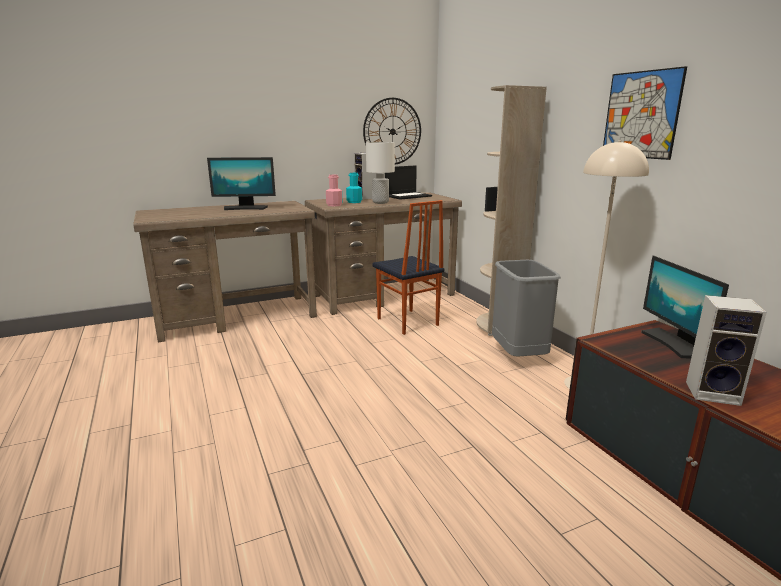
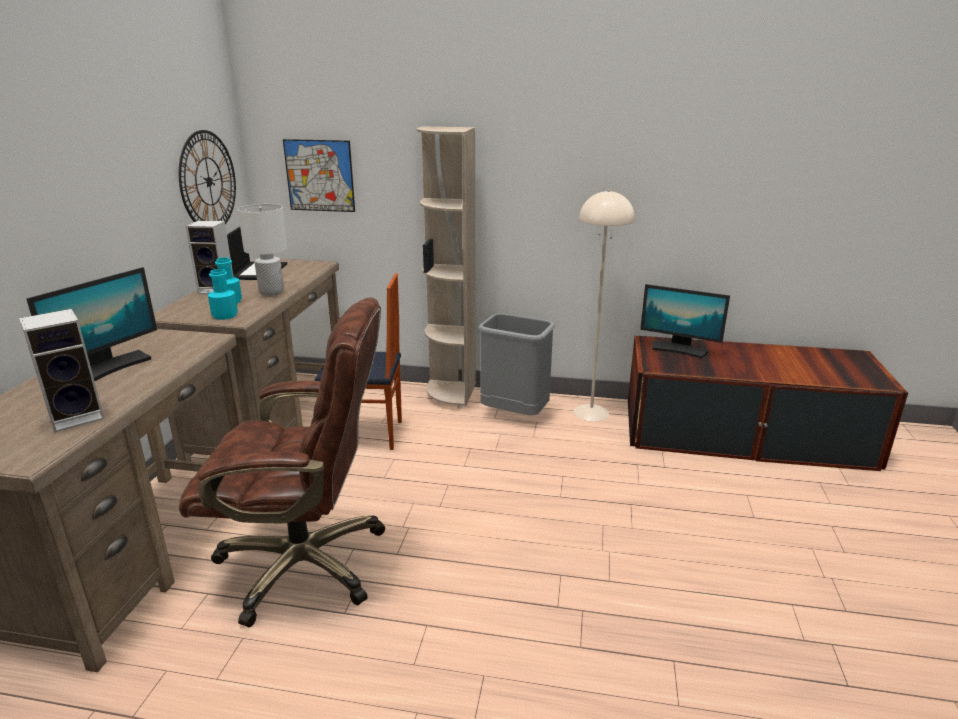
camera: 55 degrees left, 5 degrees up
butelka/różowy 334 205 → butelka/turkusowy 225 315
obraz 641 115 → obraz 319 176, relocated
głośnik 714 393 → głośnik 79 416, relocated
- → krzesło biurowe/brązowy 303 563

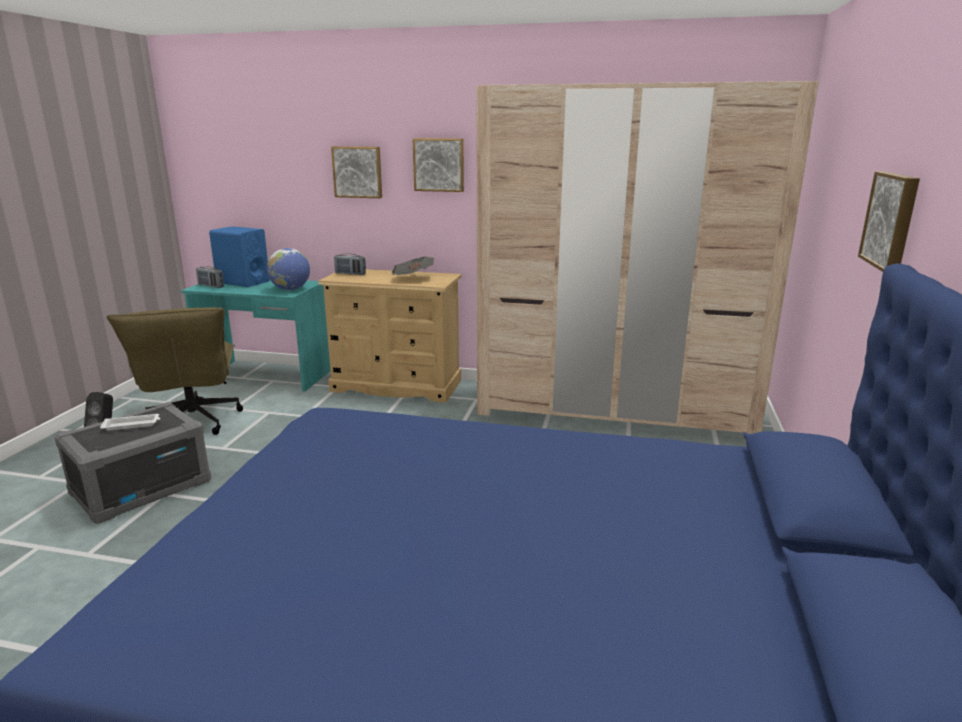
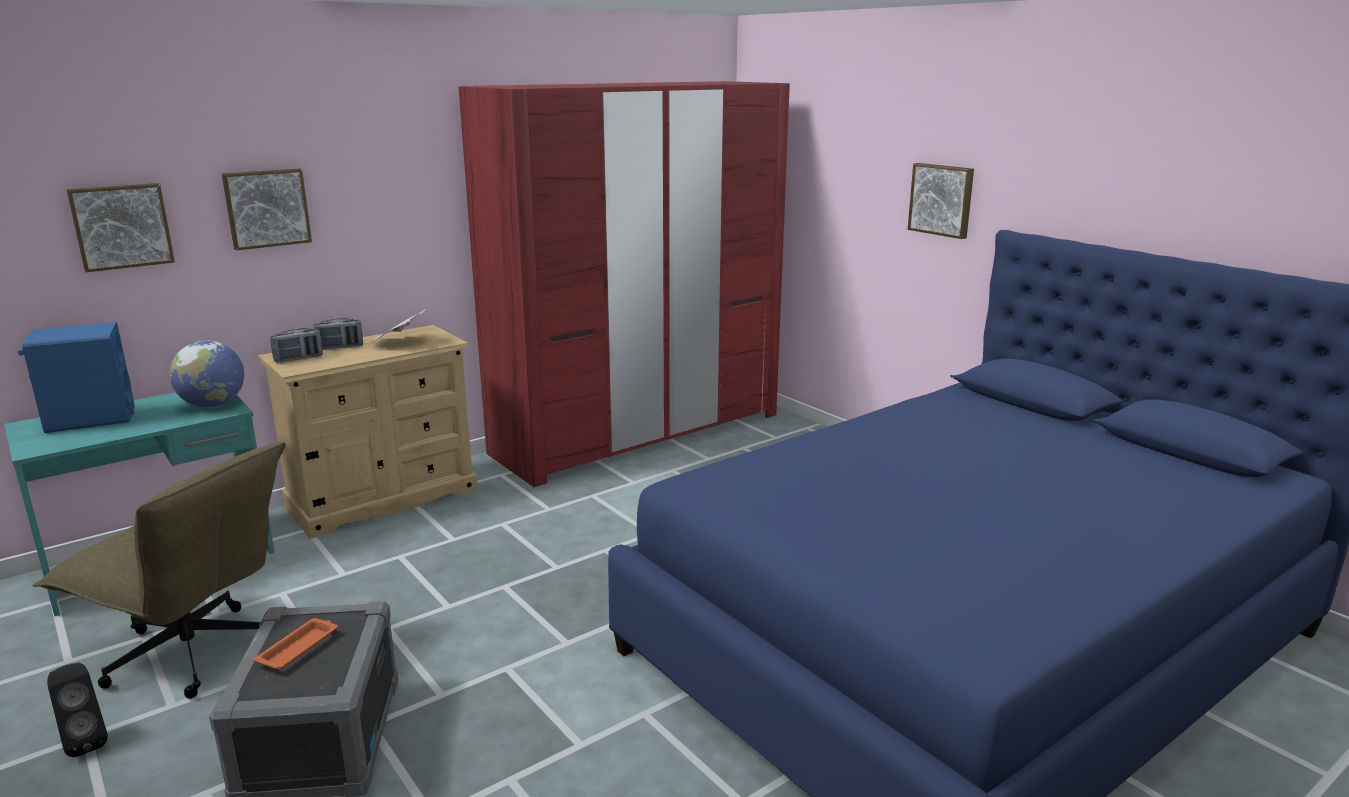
camera: 50 degrees left, 0 degrees up
taca/biały 132 425 → taca/pomarańczowy 299 648
radio 211 286 → radio 340 347, relocated
obraz 439 165 → obraz 121 226, relocated
szafa/beżowy 614 410 → szafa/czerwony 639 433

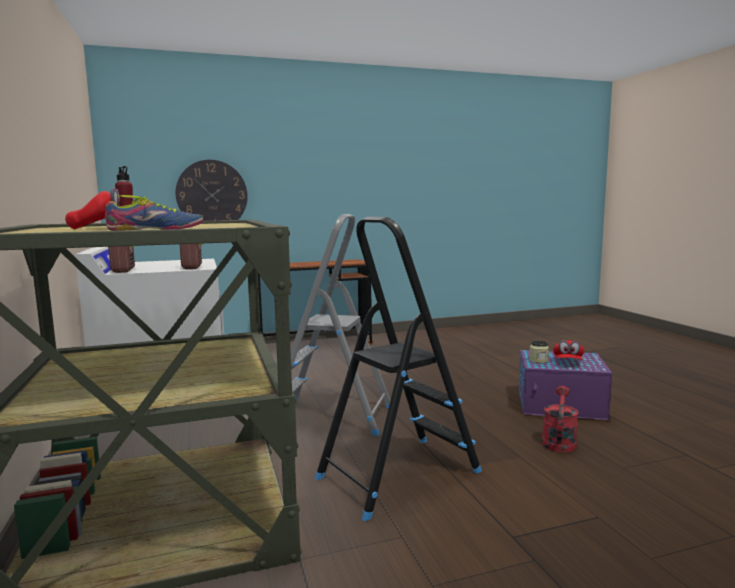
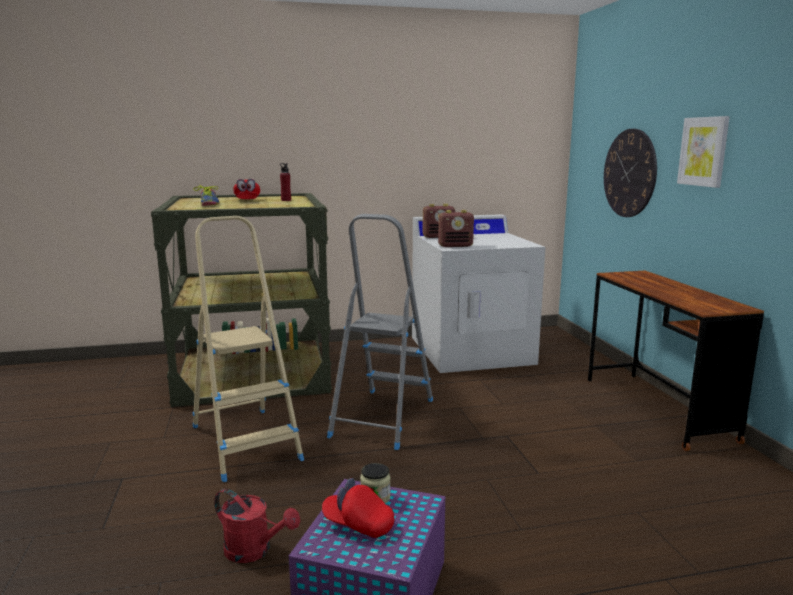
camera: 95 degrees right, 5 degrees up
drabinka/czarny 400 474 → drabinka/beżowy 245 442
- → obraz 703 151

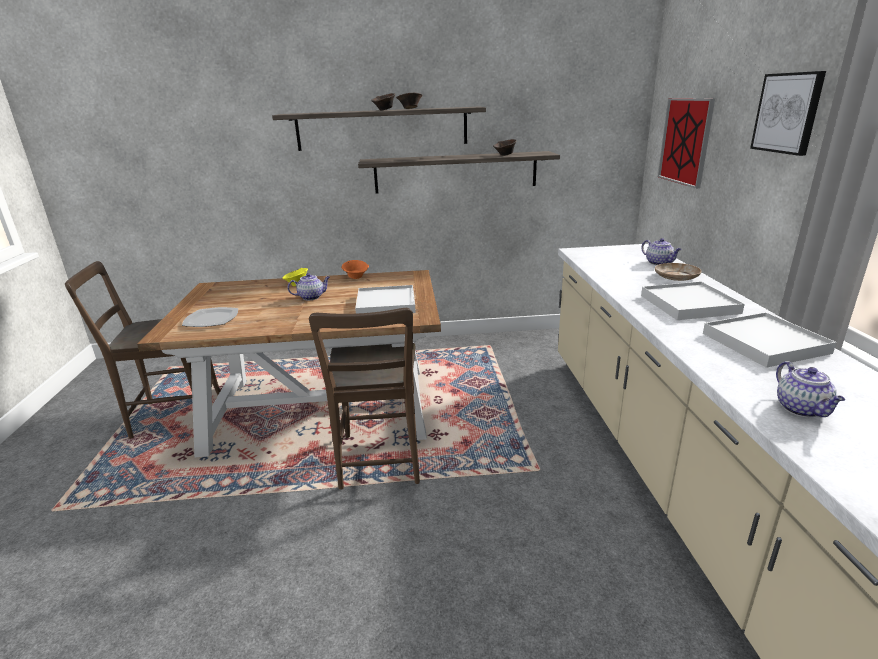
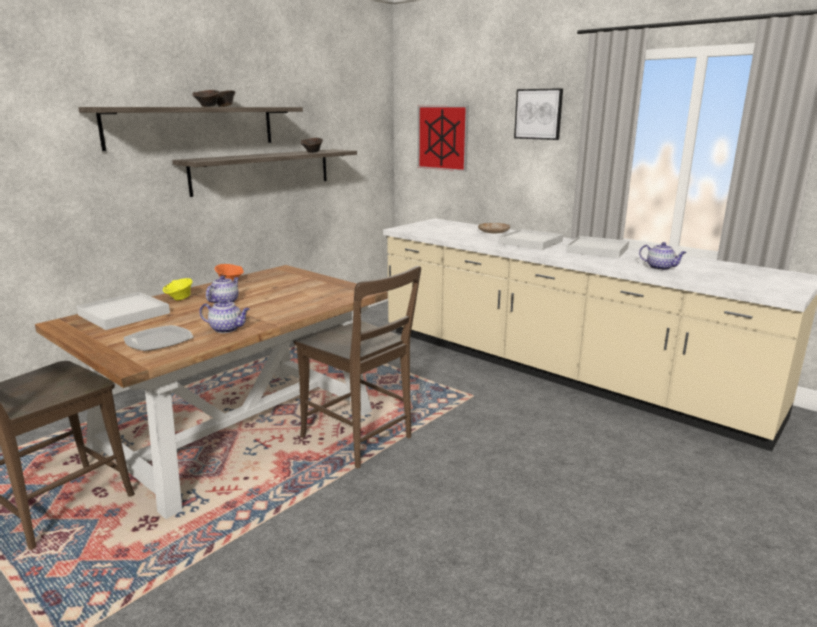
camera: 45 degrees left, 5 degrees down
taca/biały 386 304 → taca/biały 124 314, relocated
imbryk 659 263 → imbryk 227 329, relocated

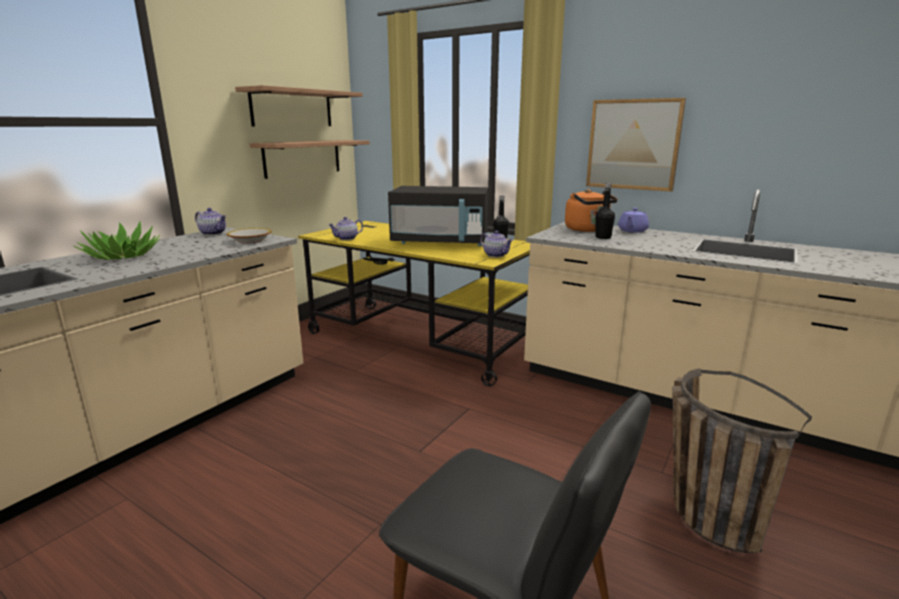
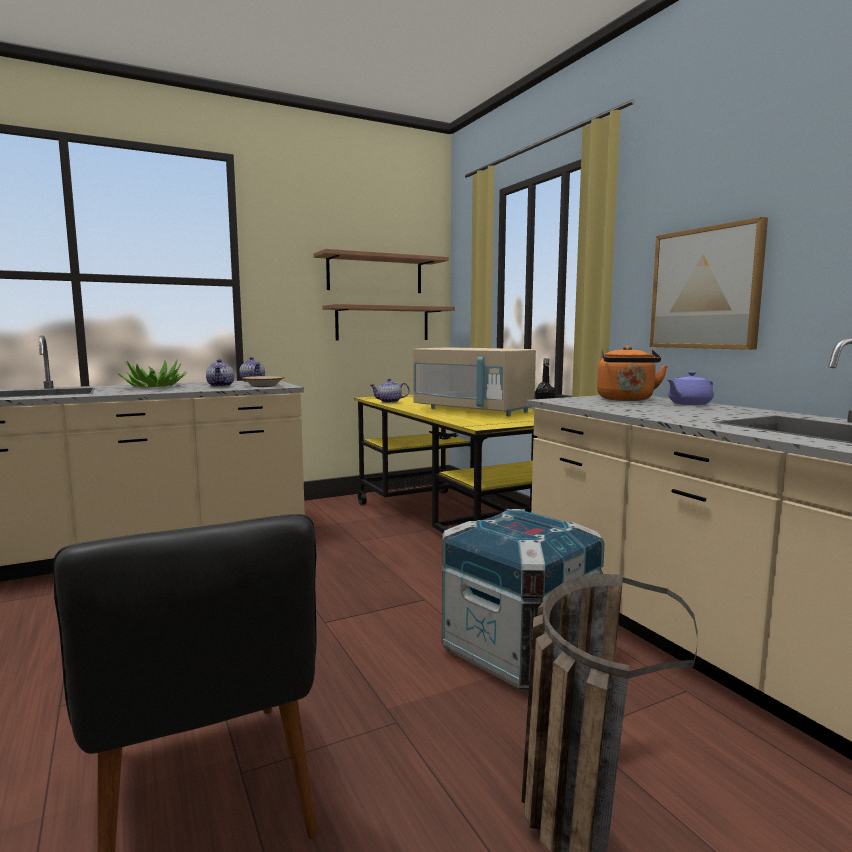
camera: 30 degrees right, 10 degrees down
mikrofalówka/czarny 440 242 → mikrofalówka/beżowy 473 410
imbryk 496 255 → imbryk 221 386, relocated
butelka/czarny 603 237 → -
- → skrzynka 519 652

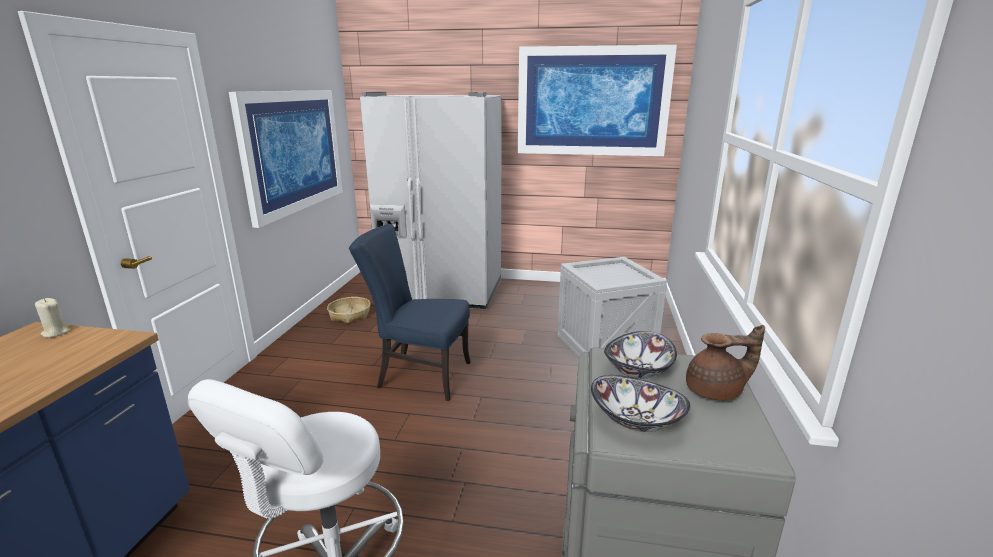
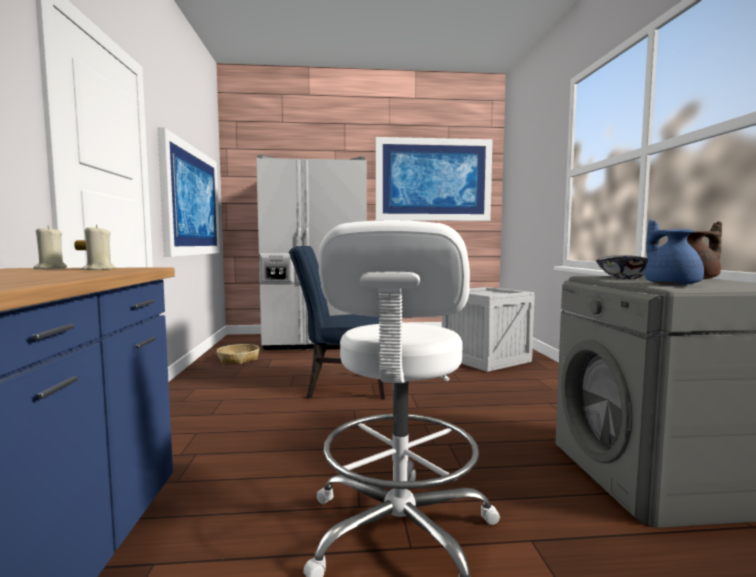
camera: 15 degrees left, 15 degrees down
miska 636 420 → imbryk/niebieski 670 284
- → świeca/beżowy 98 269

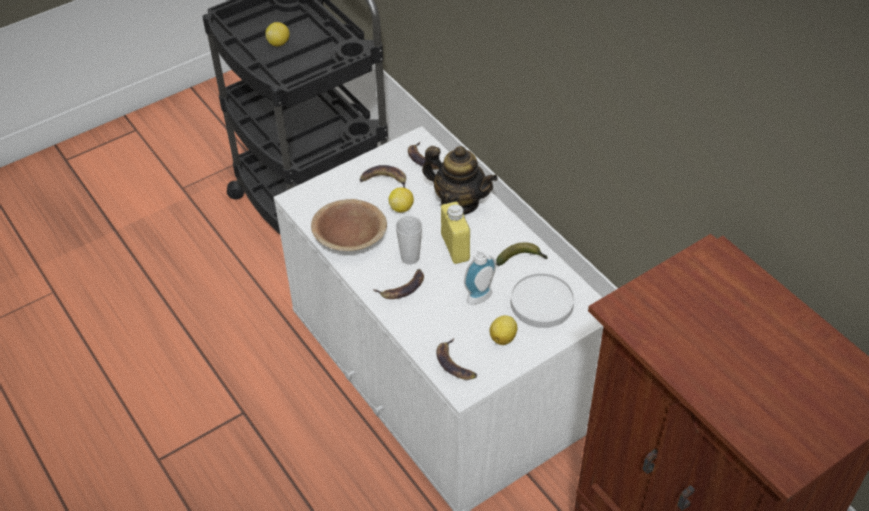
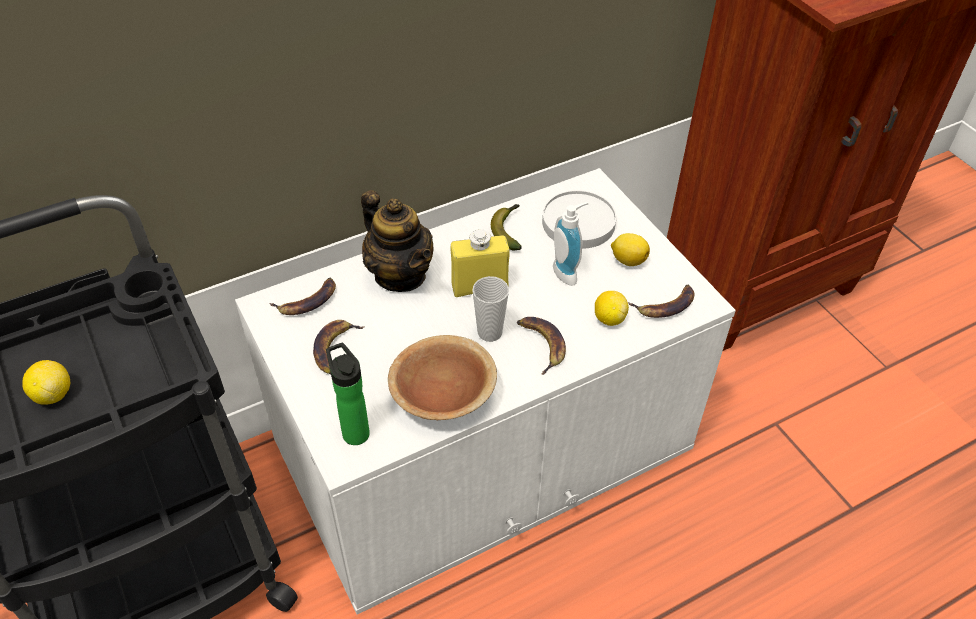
camera: 85 degrees left, 0 degrees up
cytryna 401 208 → cytryna 609 319, relocated
imbryk 459 202 → imbryk 400 275, 105 degrees clockwise
- → butelka 354 431

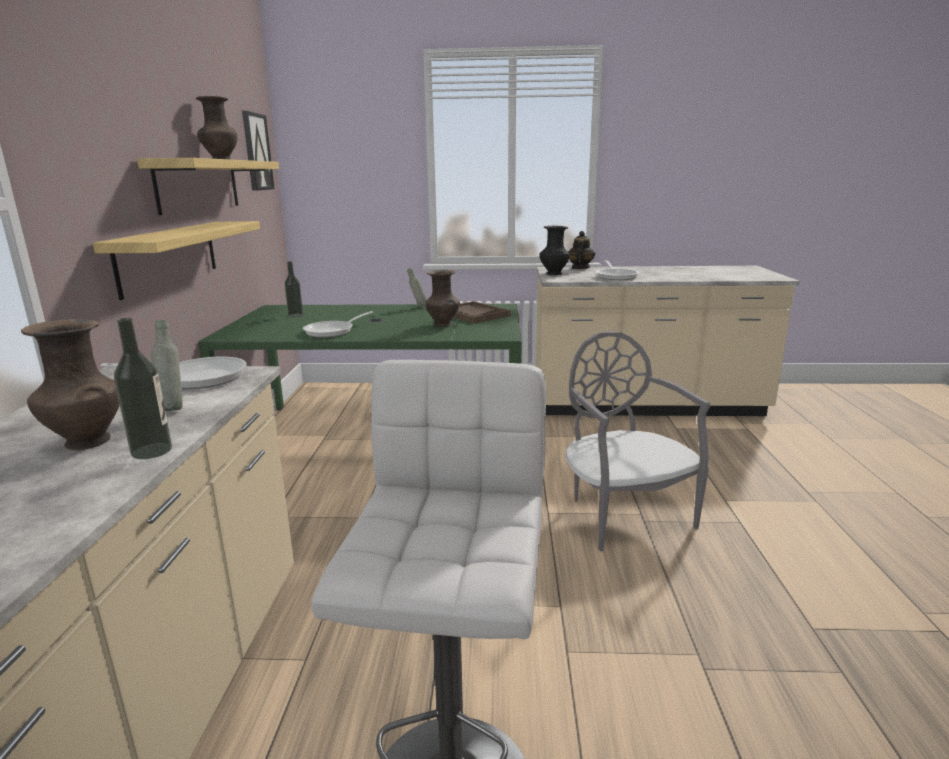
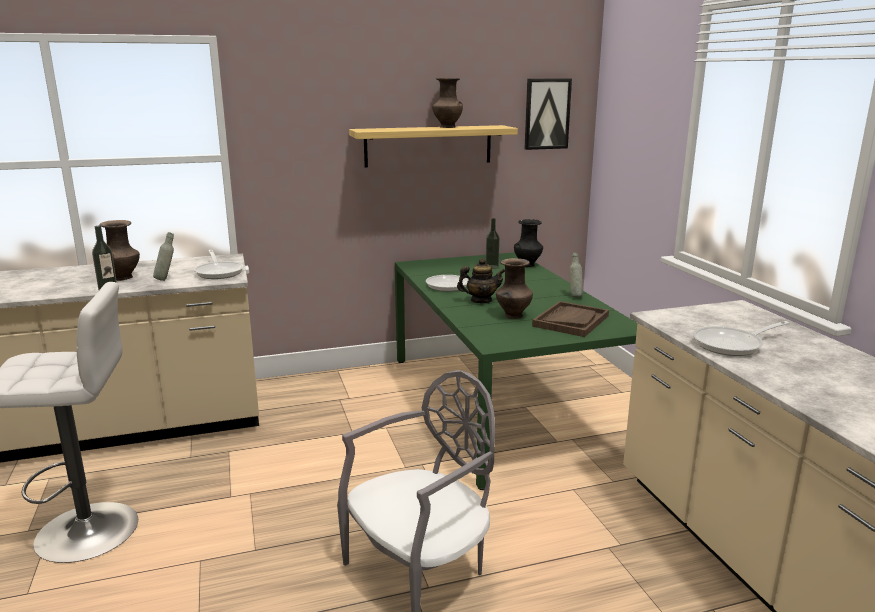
camera: 70 degrees right, 0 degrees up
półka 169 256 → -
wazon/czarny 553 274 → wazon/czarny 527 265, relocated
imbryk 580 268 → imbryk 481 300, relocated

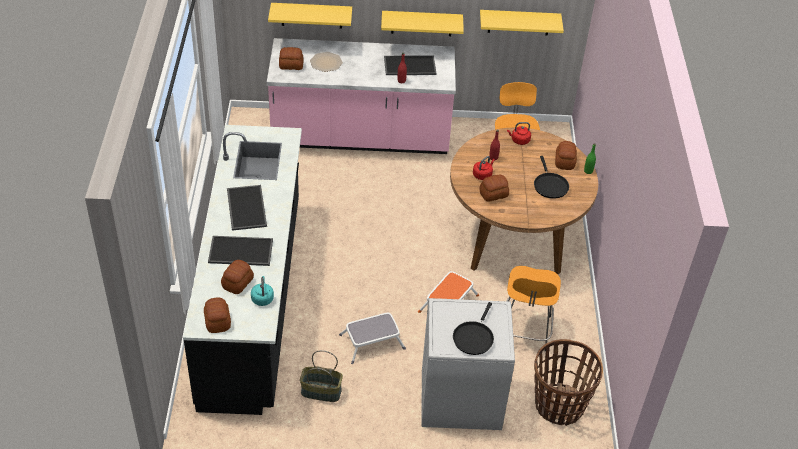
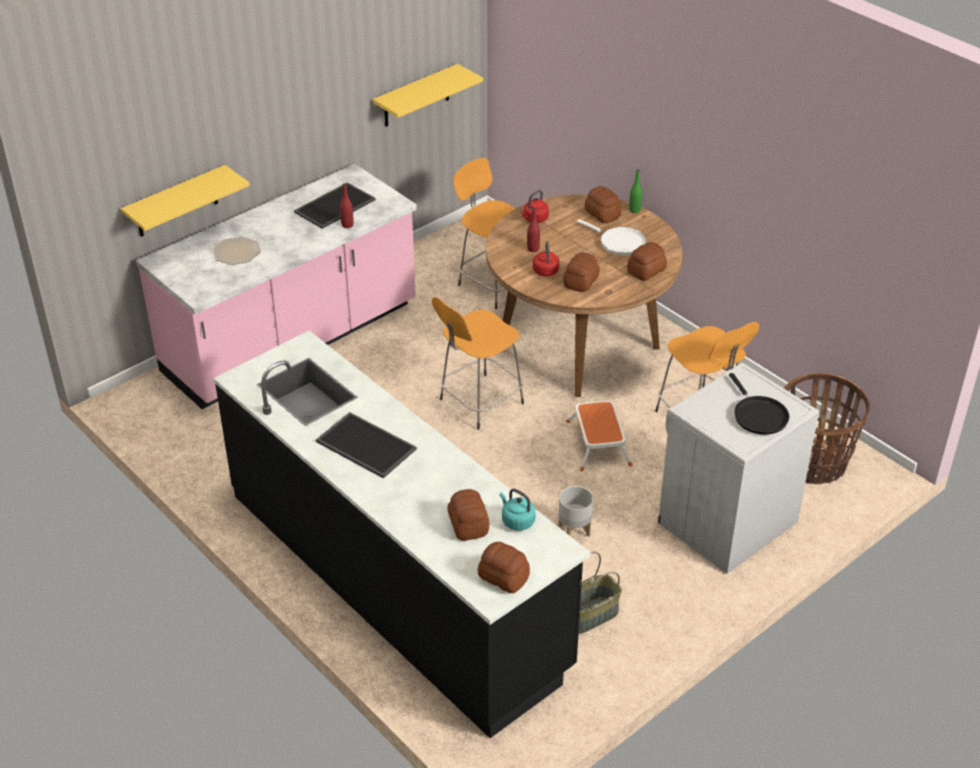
camera: 40 degrees left, 5 degrees down
taca 240 252 → -
chleb 291 65 → chleb 647 271, relocated
drabinka/szary 372 341 → donica/szary 574 530
półka/żółty 421 23 → -
patelnia/czarny 550 185 → patelnia/biały 619 243
- → stołek/pomarańczowy 479 402

